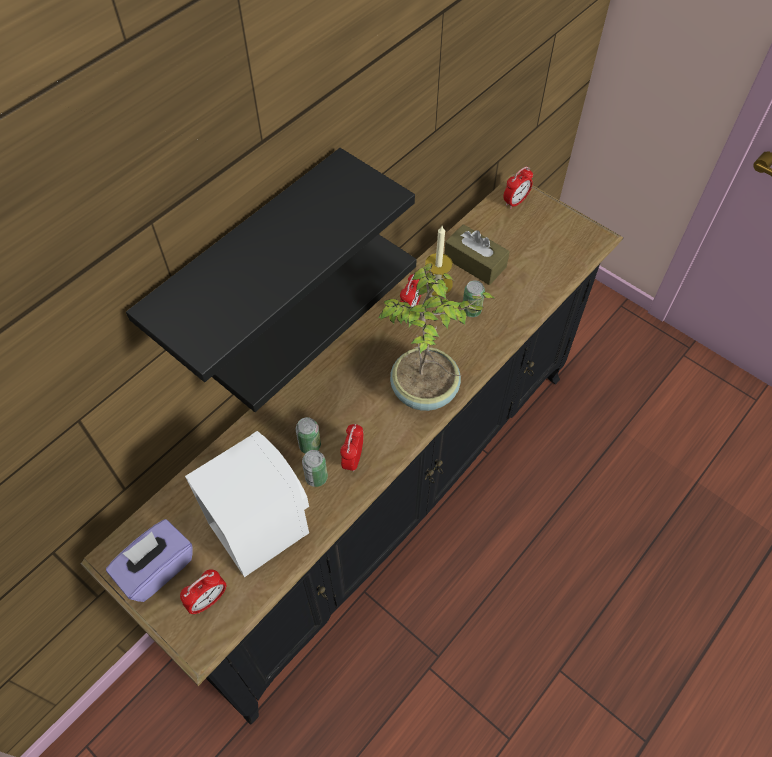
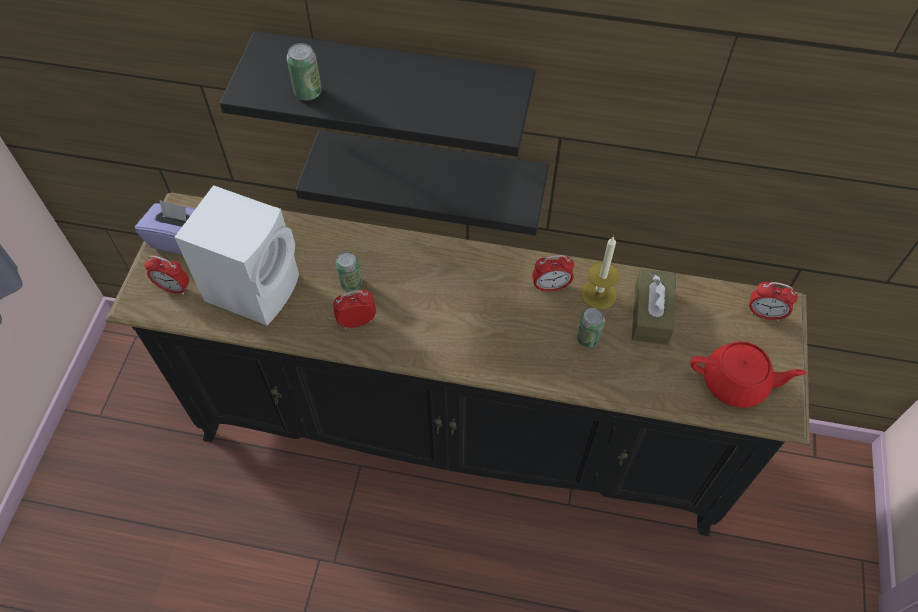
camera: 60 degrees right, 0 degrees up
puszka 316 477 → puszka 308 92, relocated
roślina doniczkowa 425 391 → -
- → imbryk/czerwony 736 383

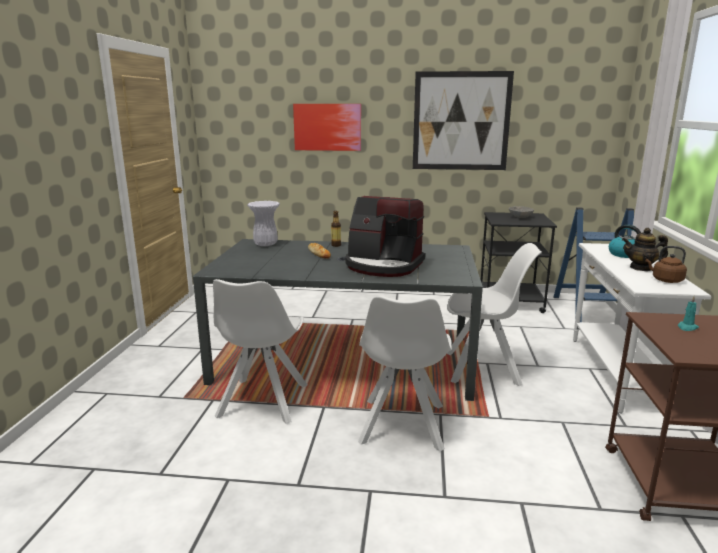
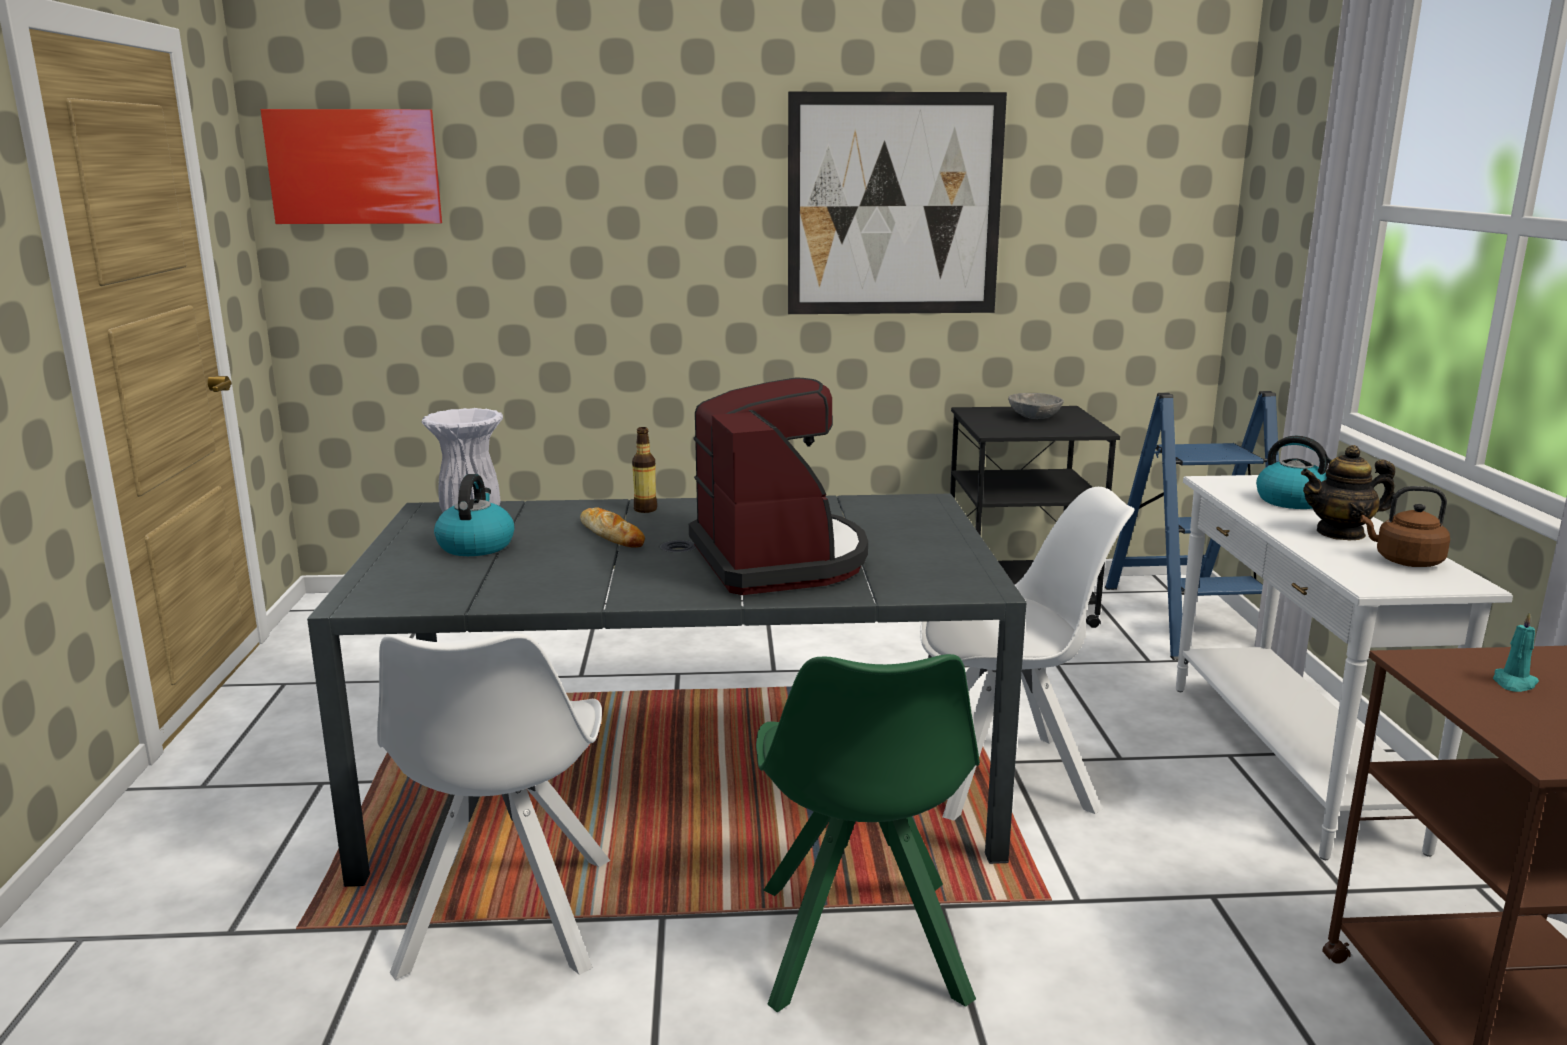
camera: 10 degrees left, 0 degrees up
obraz 327 127 → obraz 354 167, relocated
ekspres do kawy 383 265 → ekspres do kawy 779 560, 120 degrees counterclockwise
krzesło/biały 402 425 → krzesło/zielony 861 946
- → czajnik 476 545

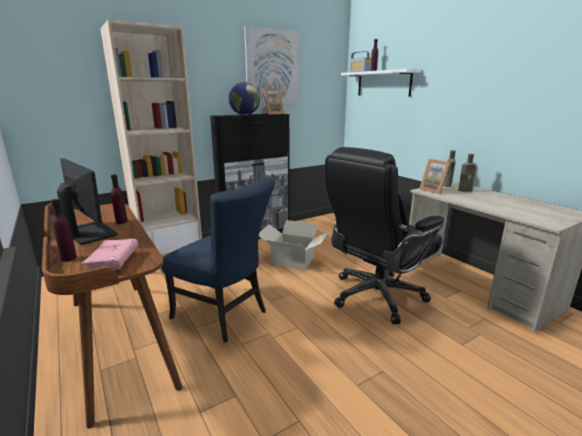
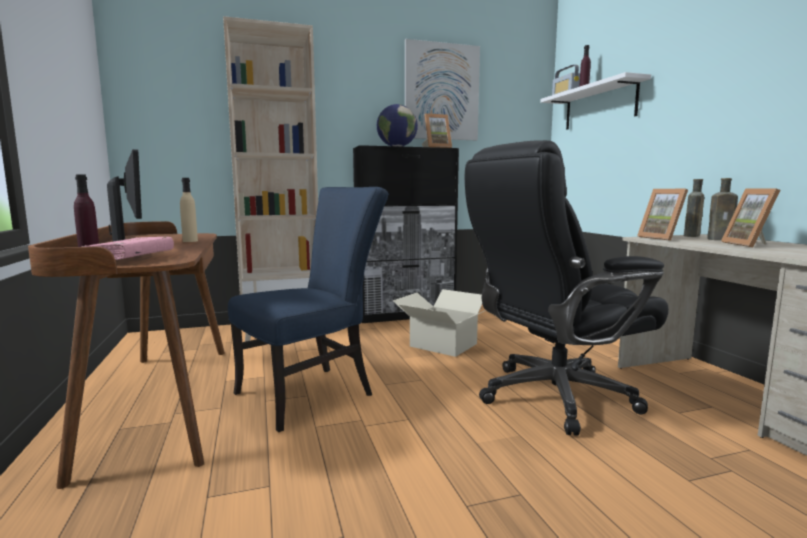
camera: 15 degrees right, 10 degrees down
butelka/fioletowy 121 222 → butelka/beżowy 190 241
krzesło/niebieski 224 315 → krzesło/niebieski 312 392, 90 degrees counterclockwise
- → ramka na zdjęcie 751 245

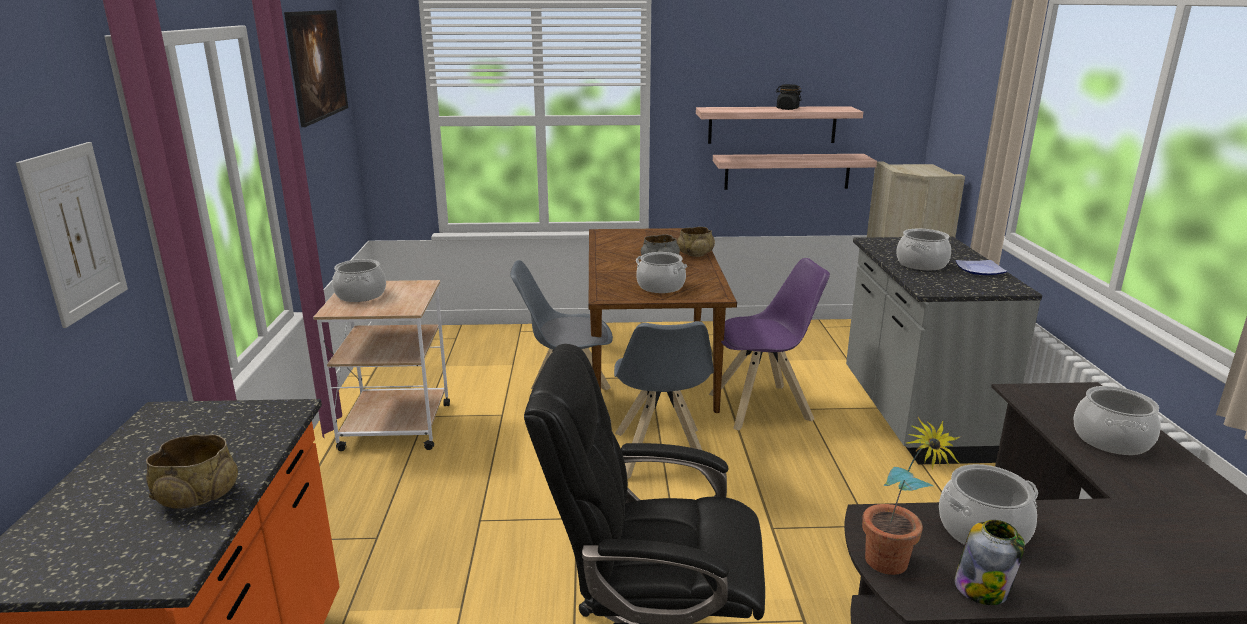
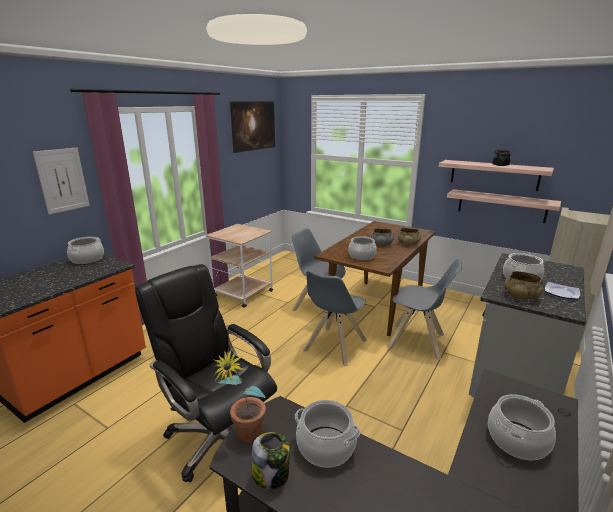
camera: 35 degrees right, 0 degrees up
miska/beżowy 198 496 → miska/beżowy 521 297, relocated
garnek 360 295 → garnek 87 259, relocated
krzesło/fioletowy 763 407 → krzesło/szary 418 342

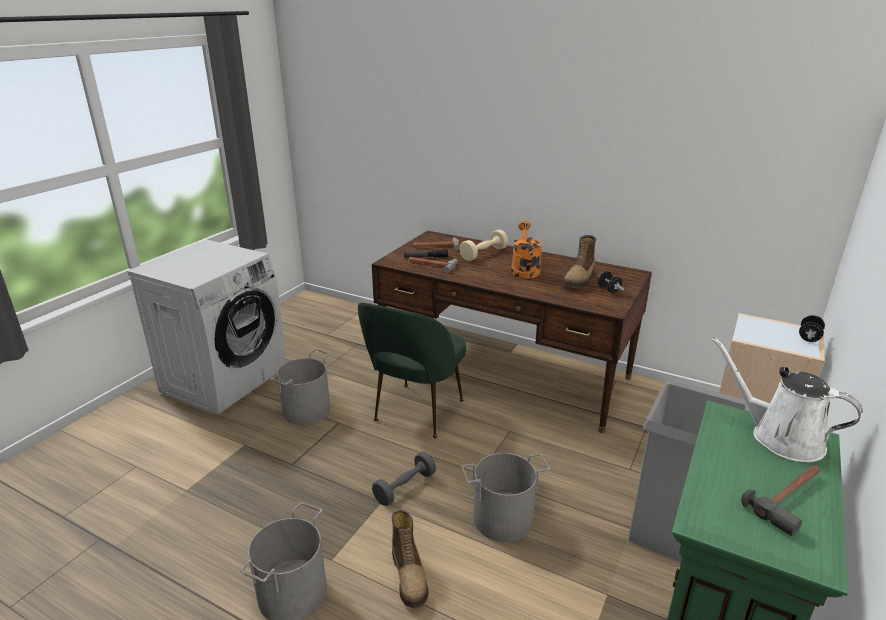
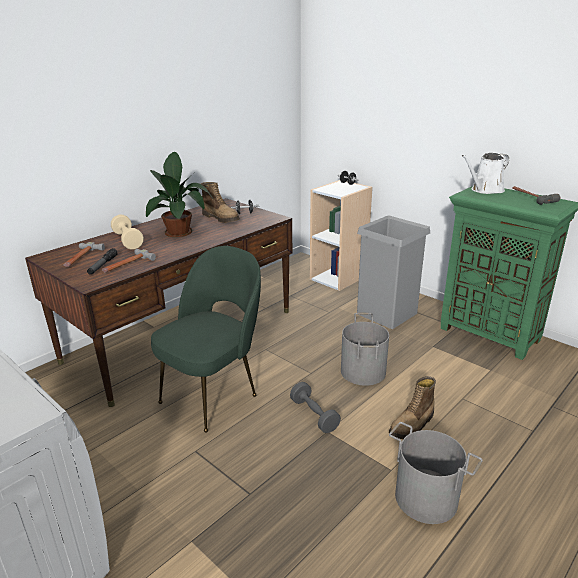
camera: 75 degrees left, 0 degrees up
wiadro/szary 307 410 → -
krzesło/zielony 415 415 → krzesło/zielony 214 395, 90 degrees counterclockwise
but z cholewką 410 576 → but z cholewką 412 425, 135 degrees clockwise
konewka/pomarańczowy 524 269 → roślina doniczkowa 180 231

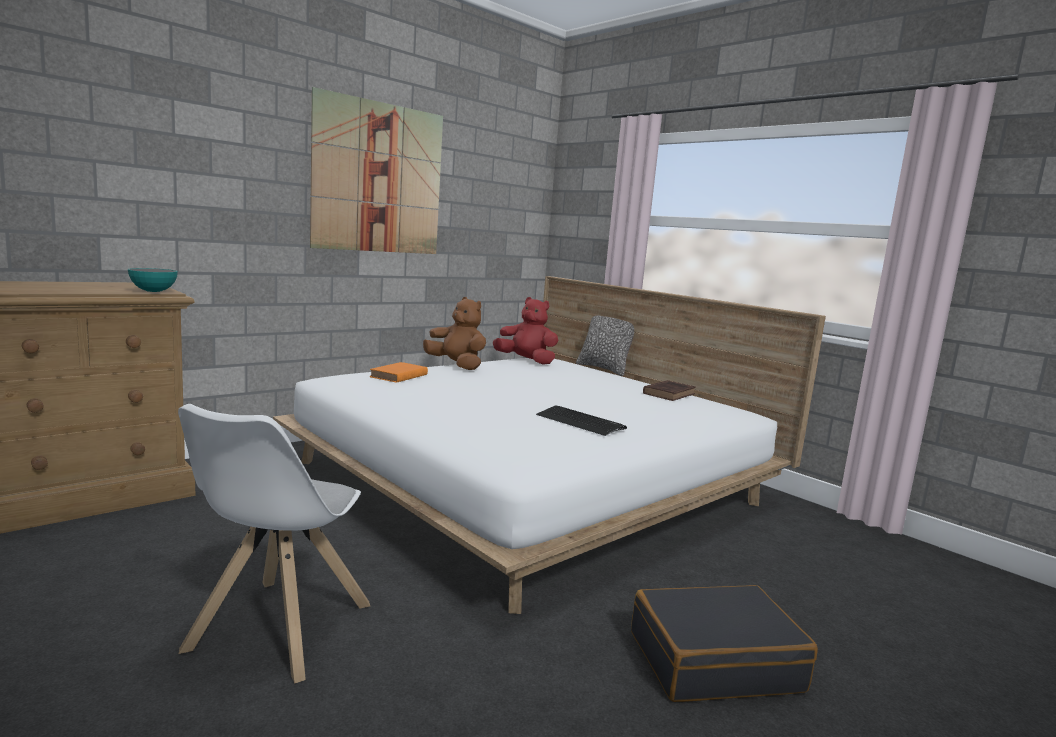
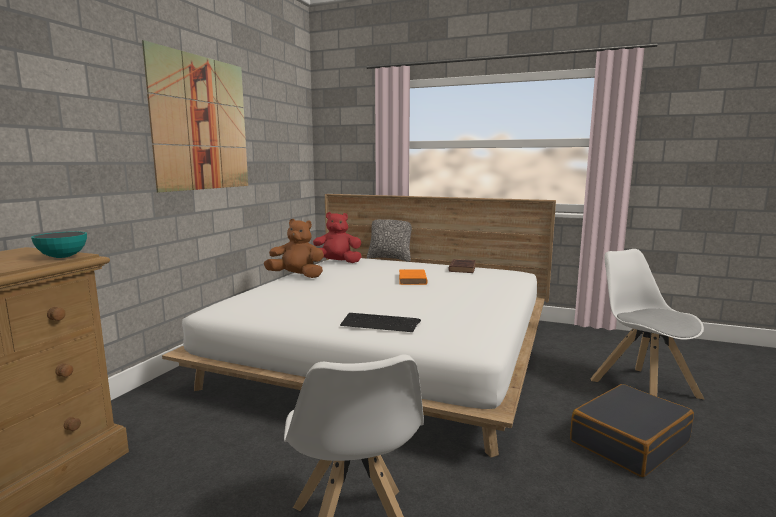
camera: 25 degrees left, 0 degrees up
książka/pomarańczowy 398 376 → książka/pomarańczowy 412 280, relocated
klawiatura 580 422 → klawiatura 380 323, relocated
- → krzesło 642 387

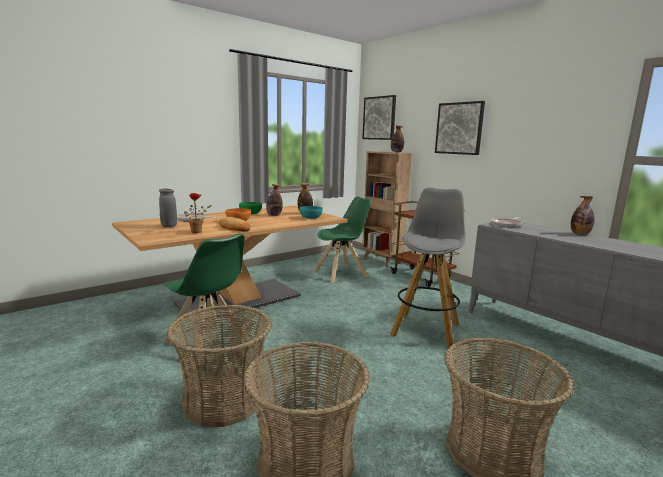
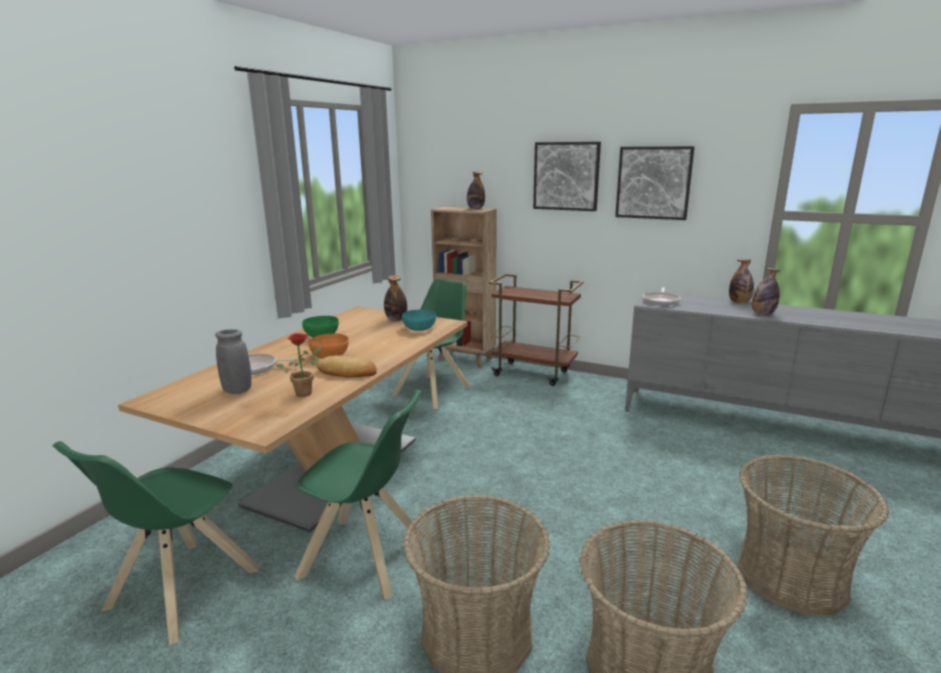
camera: 25 degrees left, 5 degrees up
butelka 274 215 → butelka 762 314, relocated
obraz 379 118 → obraz 653 182, relocated
stołek/szary 425 329 → -
- → krzesło/zielony 180 591

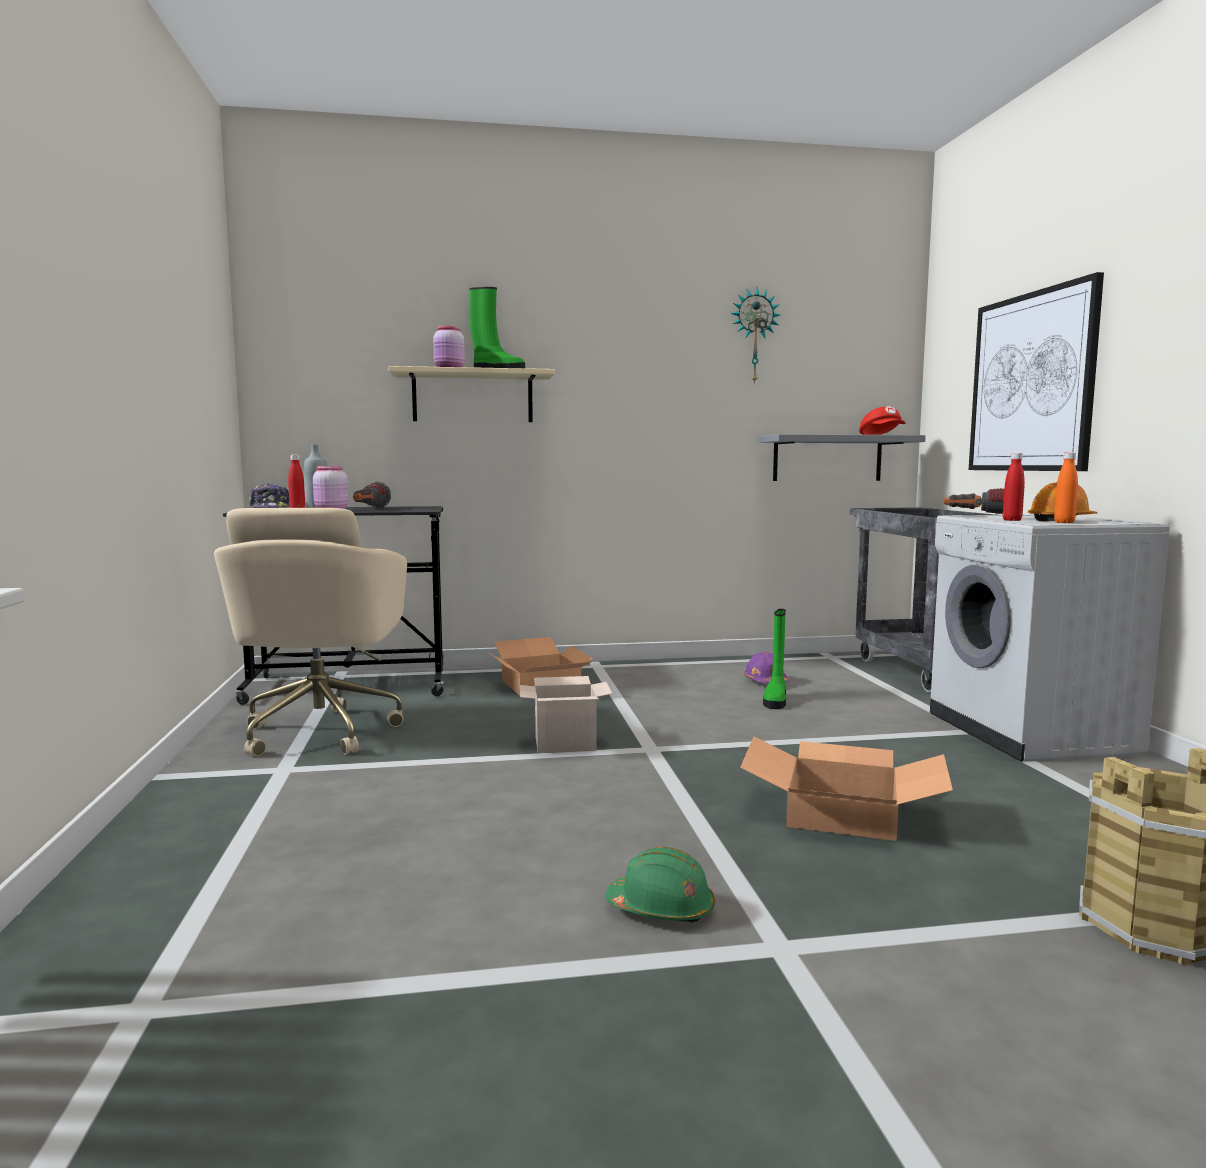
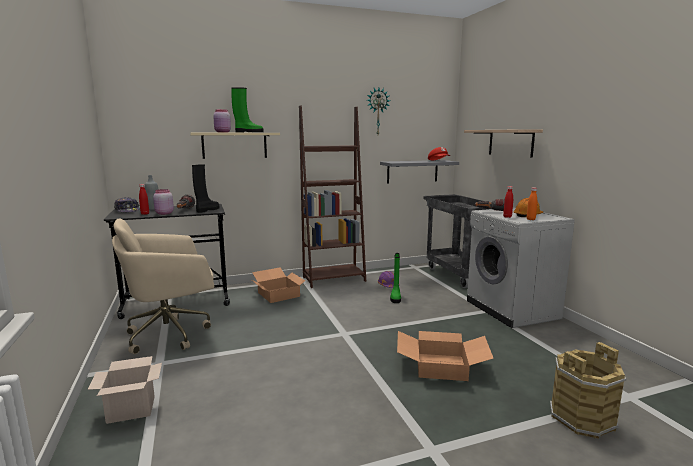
camera: 10 degrees left, 5 degrees up
krzesło biurowe/beżowy 322 731 → krzesło biurowe/beżowy 172 334, 75 degrees clockwise
karton 566 743 → karton 132 409, relocated
kask/zielony 661 908 → -
obraz 1031 382 → półka 510 143
- → but z cholewką/czarny 207 210
- → regał/brązowy 334 279

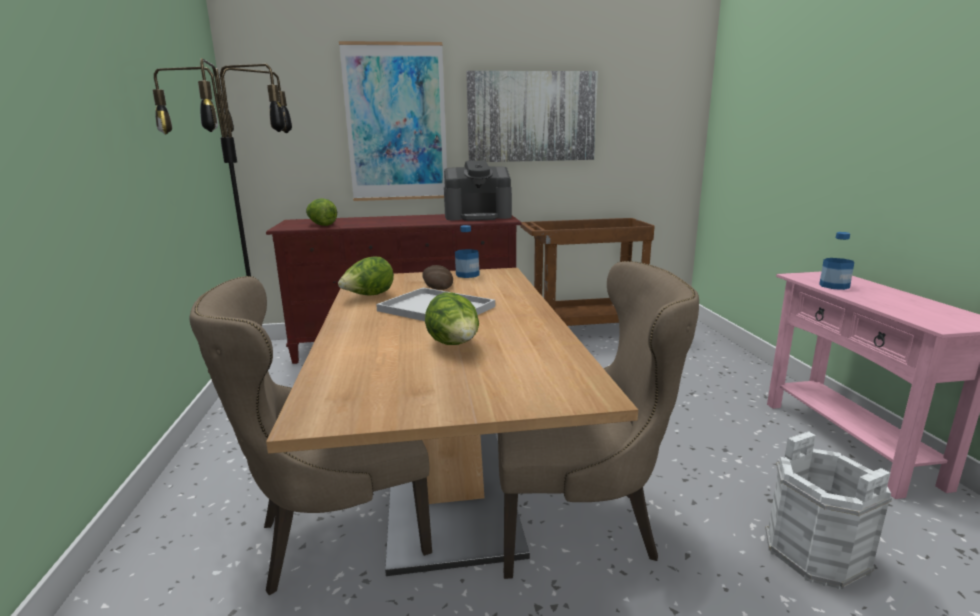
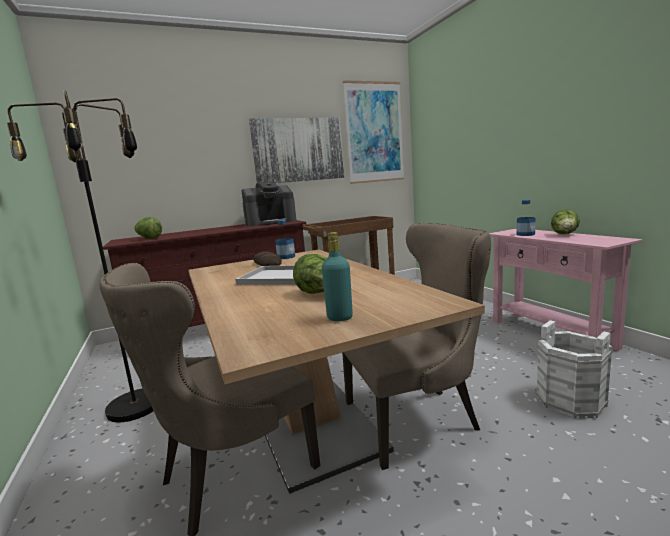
camera: 15 degrees left, 5 degrees down
sałata 368 296 → sałata 564 234, relocated
obraz 396 124 → obraz 374 133, relocated
- → butelka/turkusowy 340 318

